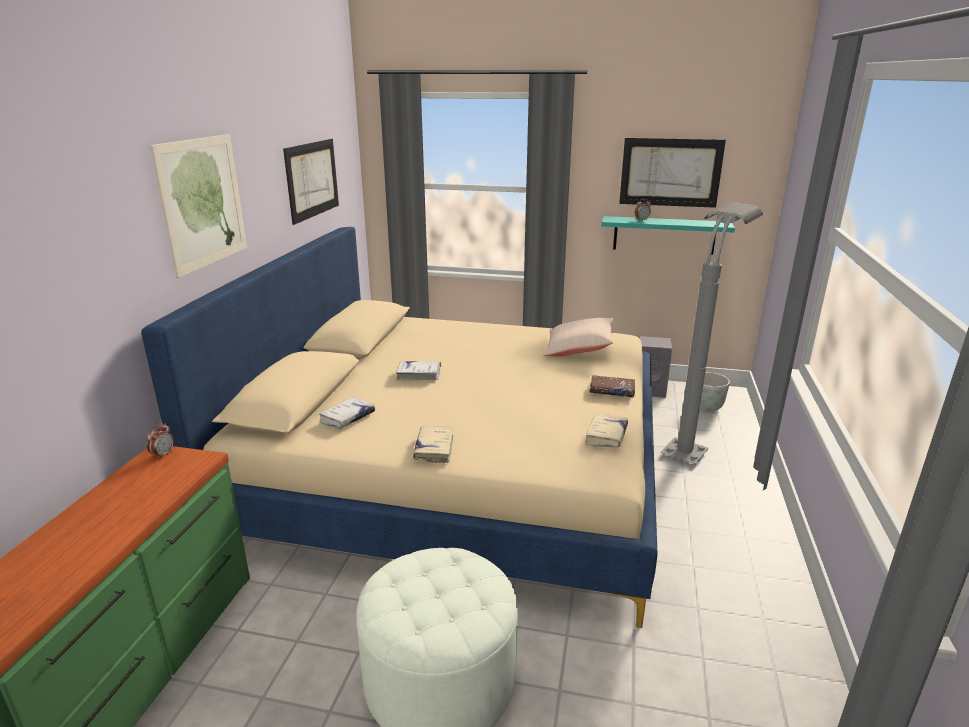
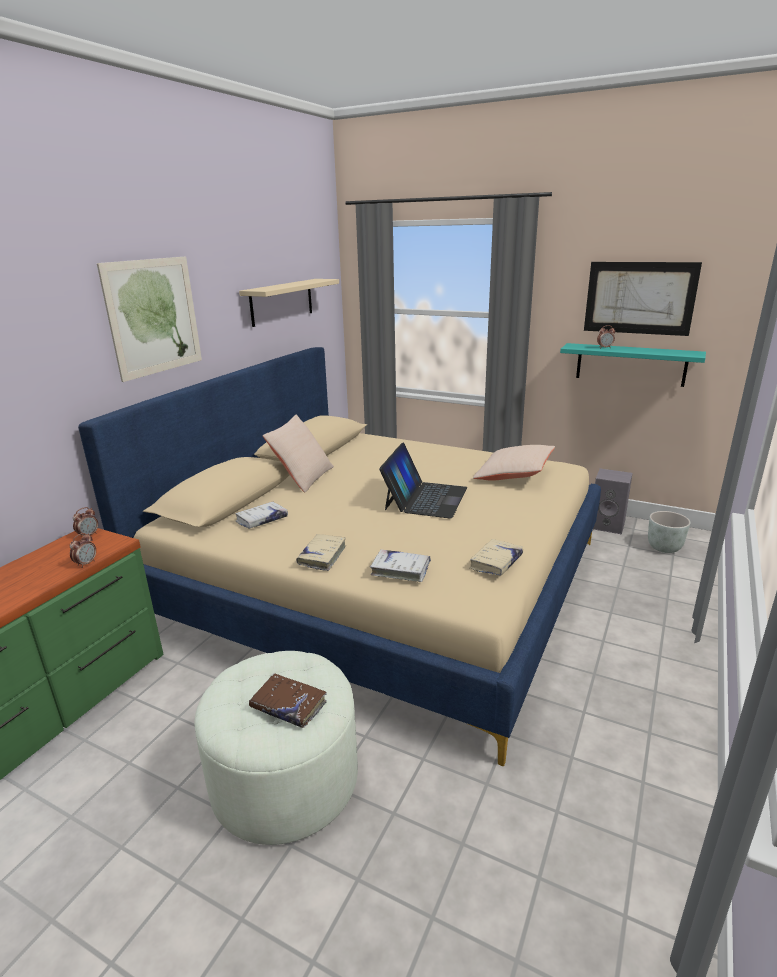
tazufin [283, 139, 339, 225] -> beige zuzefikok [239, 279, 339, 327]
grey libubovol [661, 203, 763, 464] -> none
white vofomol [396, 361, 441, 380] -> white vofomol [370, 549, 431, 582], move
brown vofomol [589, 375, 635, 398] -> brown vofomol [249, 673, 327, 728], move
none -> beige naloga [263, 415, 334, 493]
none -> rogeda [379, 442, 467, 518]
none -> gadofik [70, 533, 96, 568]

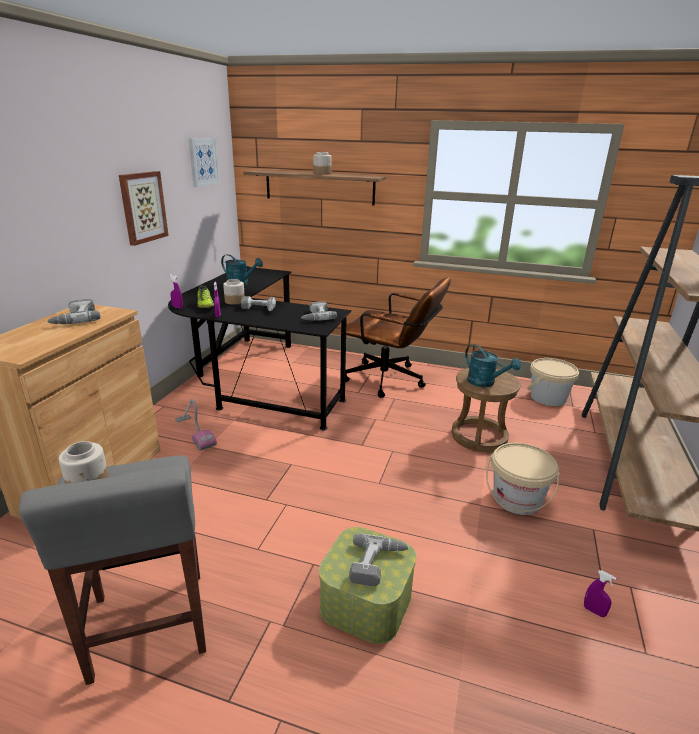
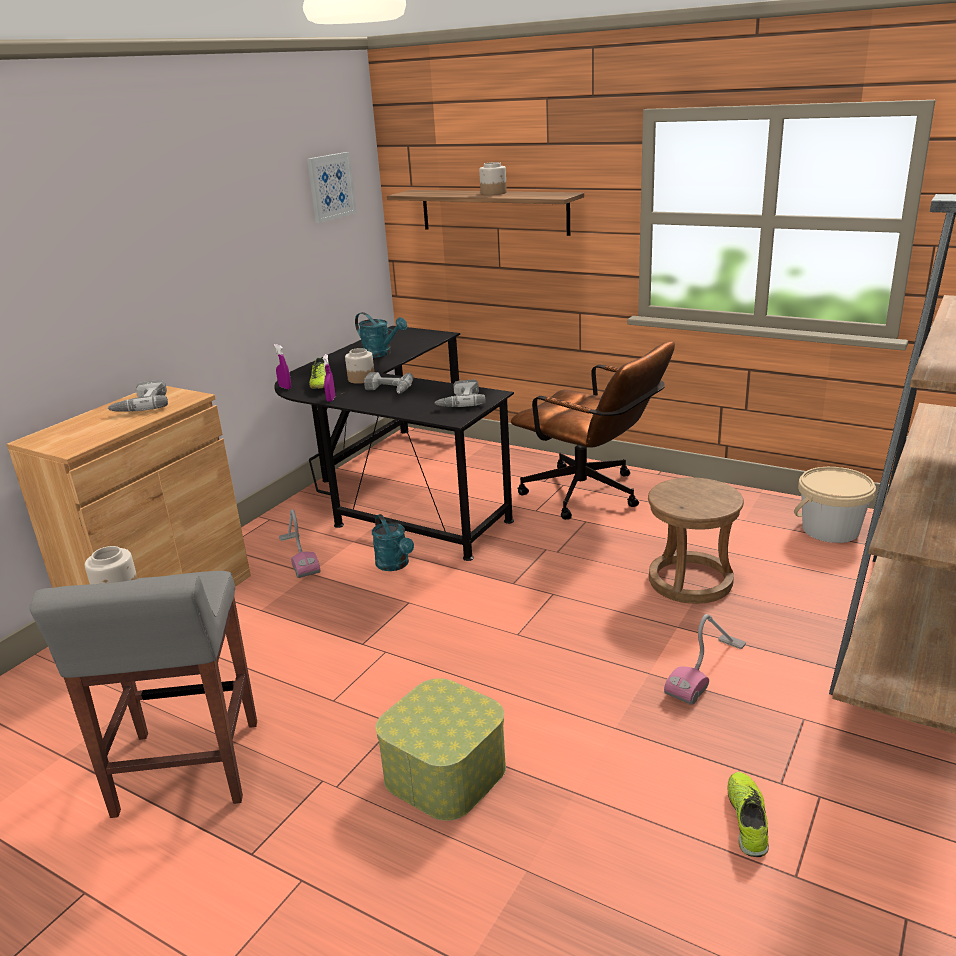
tazufin [119, 171, 169, 246] -> none
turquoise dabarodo [465, 344, 521, 387] -> turquoise dabarodo [372, 514, 414, 571], move
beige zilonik [486, 443, 559, 515] -> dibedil [664, 614, 746, 705]
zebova [349, 534, 409, 586] -> none
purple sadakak [584, 570, 617, 617] -> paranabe [728, 772, 769, 857]

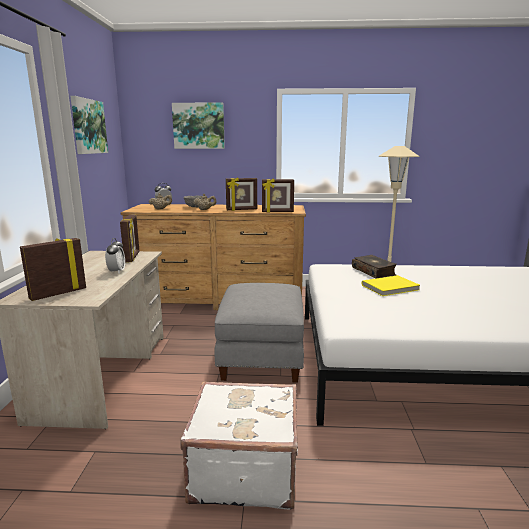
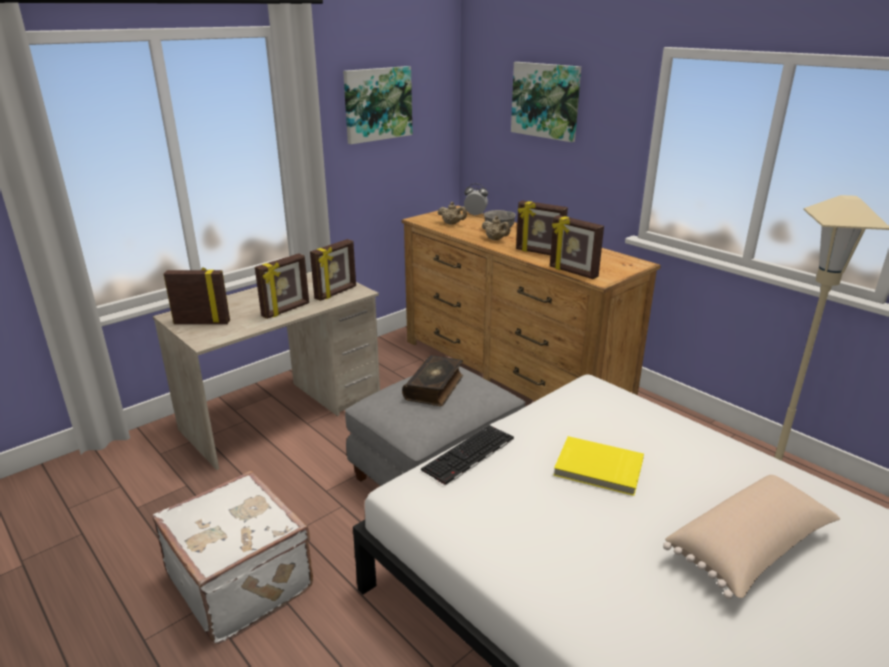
gadofik [105, 238, 125, 273] -> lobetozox [255, 253, 309, 319]
vofomol [352, 255, 397, 279] -> vofomol [402, 355, 463, 406], move
none -> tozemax [421, 425, 514, 486]
none -> beige naloga [663, 475, 840, 599]

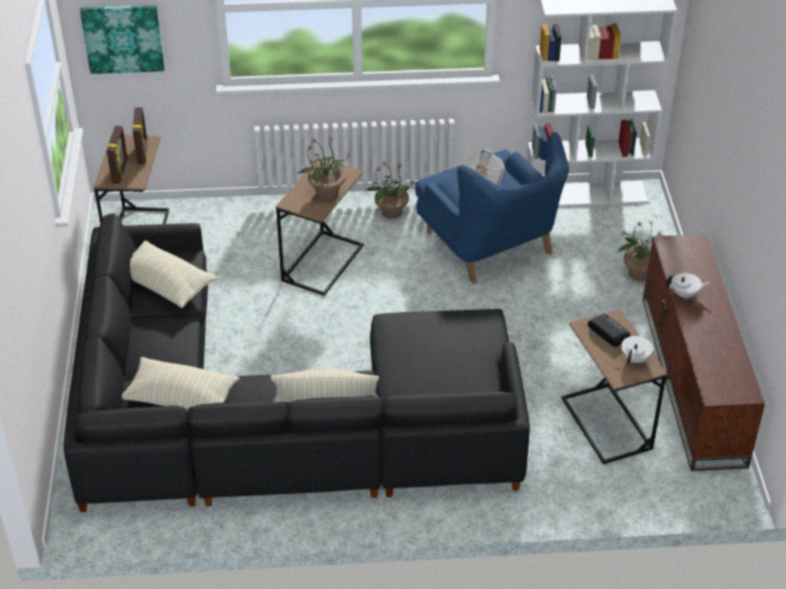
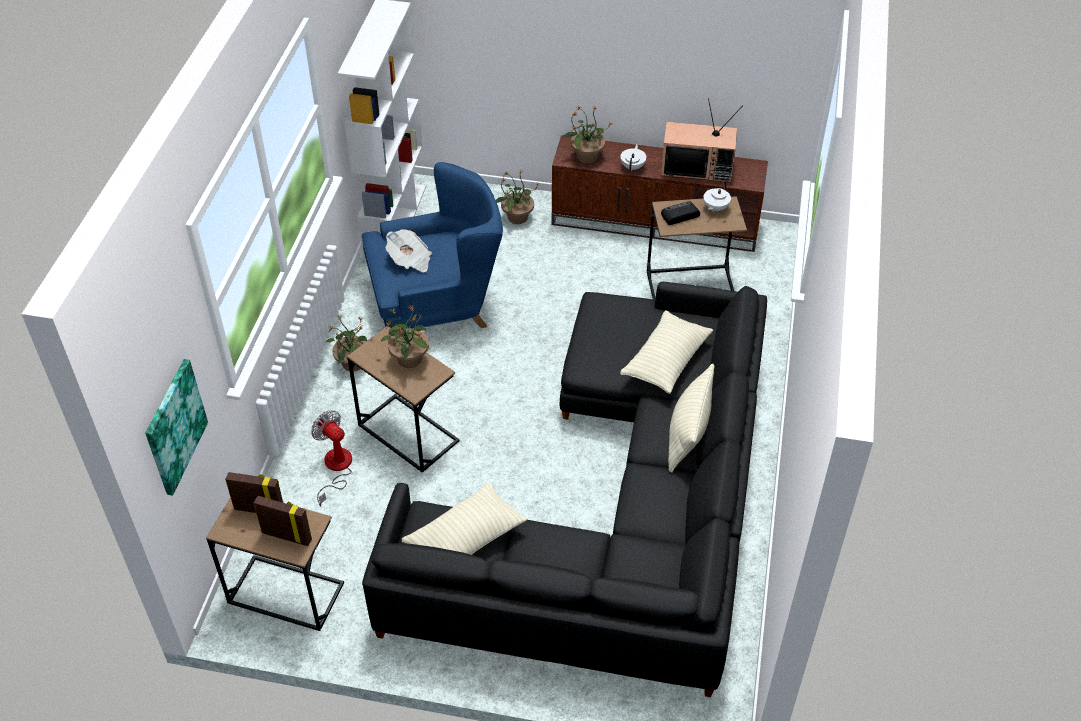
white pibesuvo [621, 332, 653, 364] -> white pibesuvo [704, 181, 731, 212], 105 degrees counterclockwise
beige naloga [122, 357, 240, 411] -> beige naloga [620, 311, 713, 394], move
none -> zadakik [661, 98, 743, 182]
none -> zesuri [562, 106, 612, 163]
none -> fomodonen [311, 410, 352, 507]

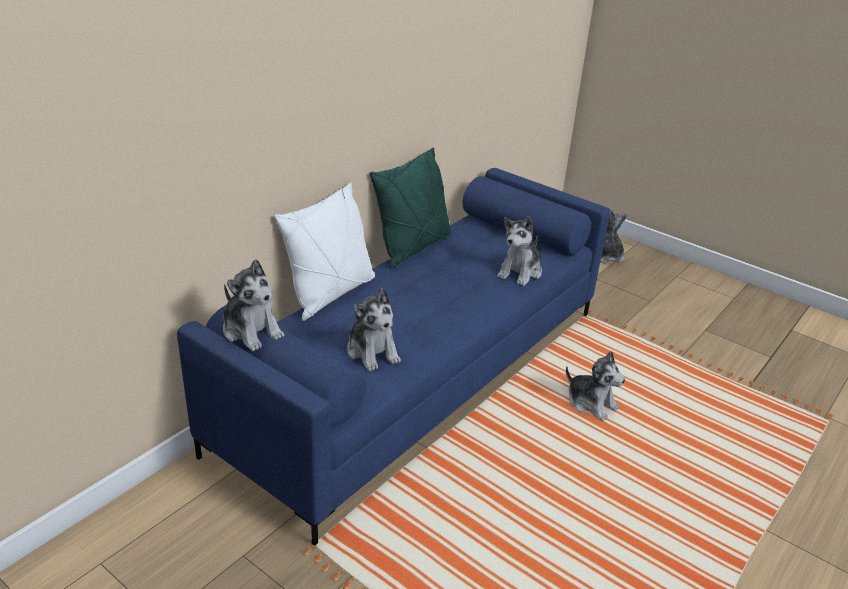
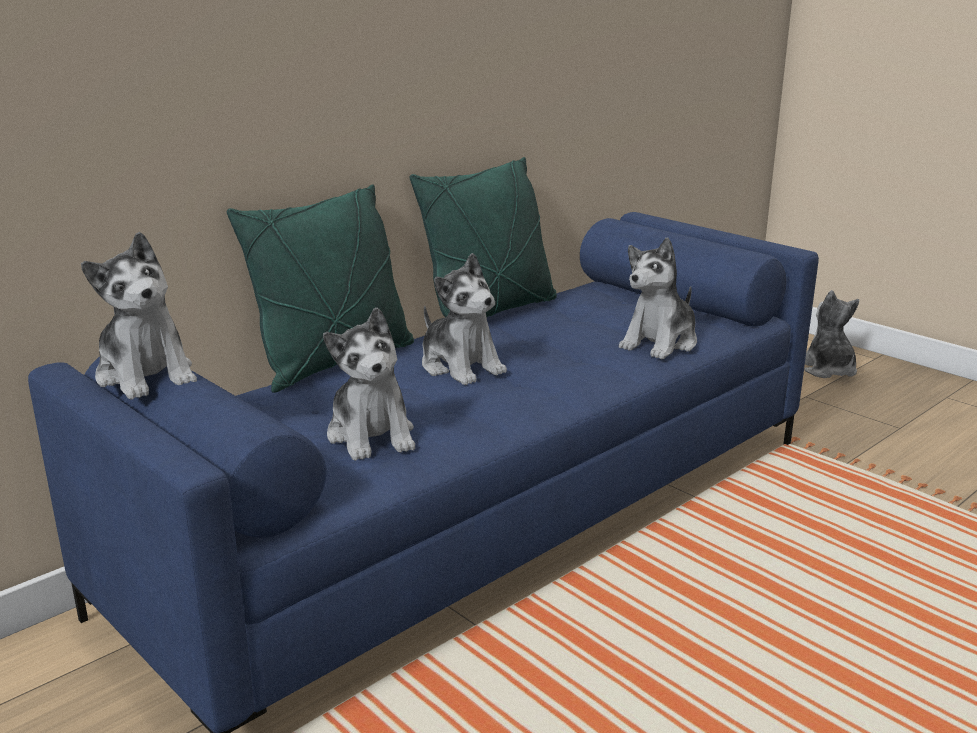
white naloga [274, 183, 375, 321] -> green naloga [227, 184, 414, 393]
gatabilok [566, 351, 626, 421] -> gatabilok [422, 253, 507, 385], move

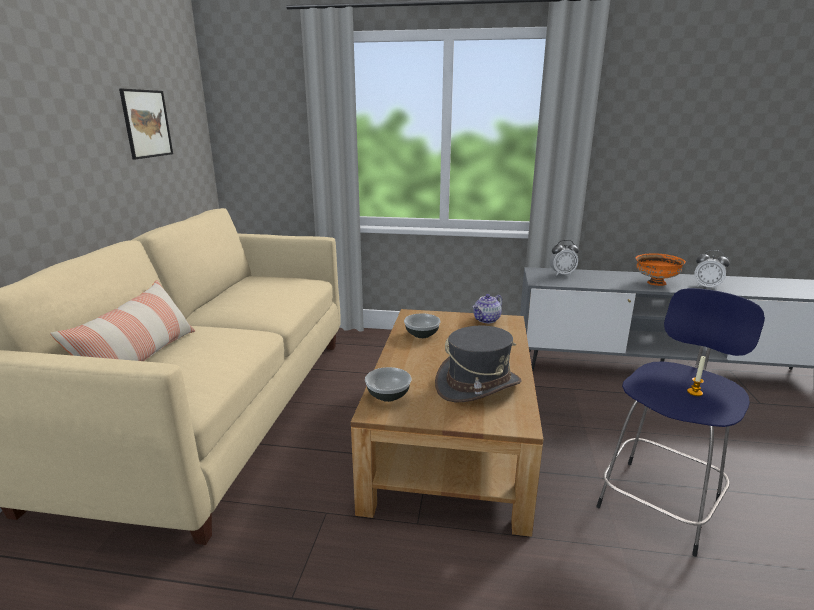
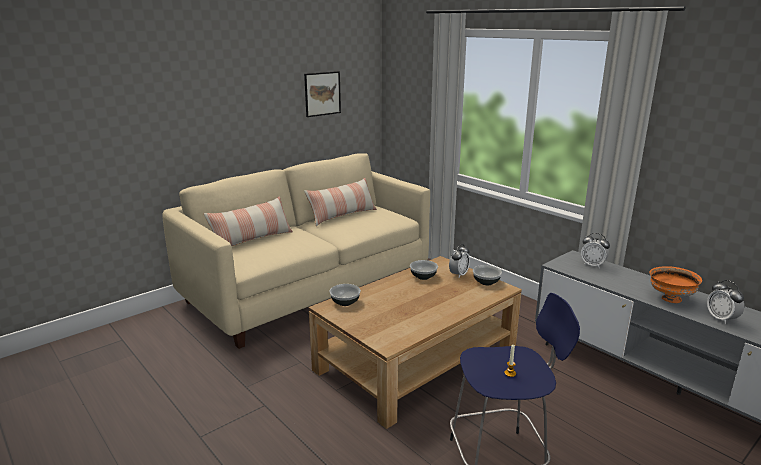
pibesuvo [472, 294, 502, 323] -> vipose [473, 265, 502, 285]
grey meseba [435, 326, 522, 402] -> none
none -> naloga [304, 178, 377, 226]
none -> gadofik [449, 244, 470, 278]

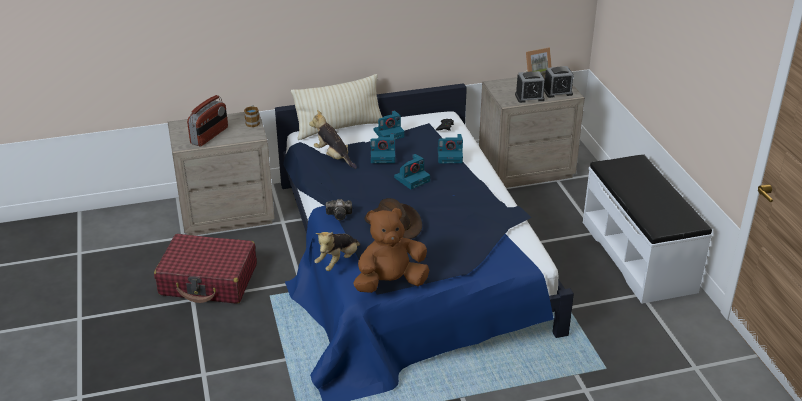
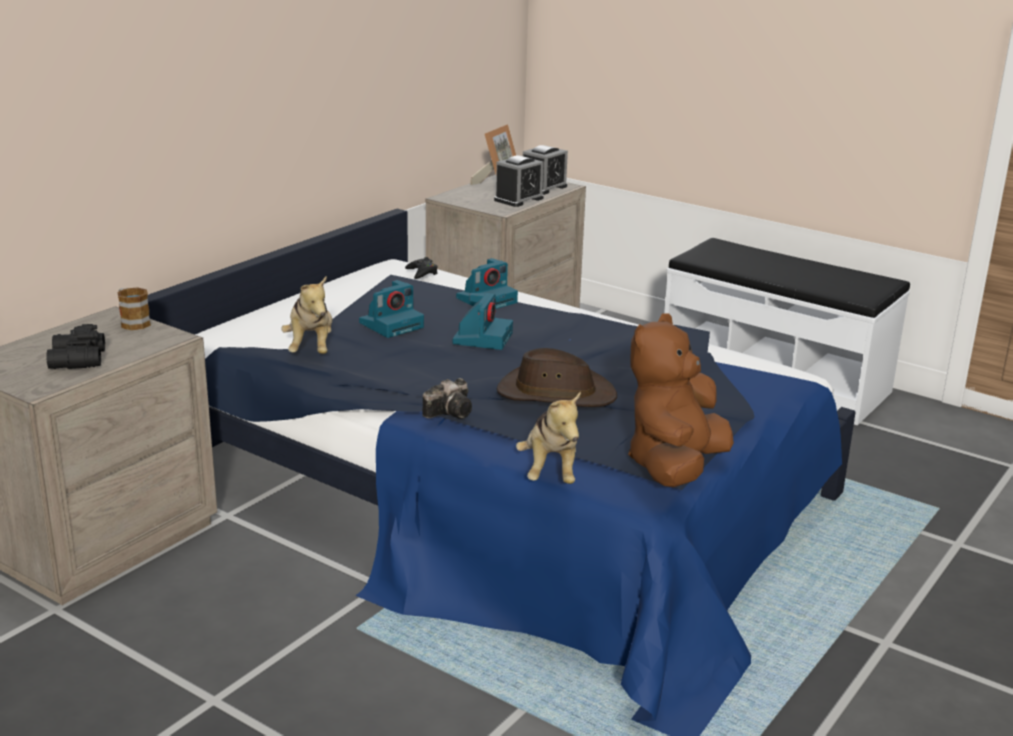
beige naloga [291, 74, 383, 140] -> none
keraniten [187, 95, 228, 146] -> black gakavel [46, 324, 105, 369]
gatabilok [309, 110, 357, 169] -> gatabilok [281, 276, 332, 354], 105 degrees counterclockwise
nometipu [374, 110, 404, 139] -> none
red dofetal [154, 234, 257, 304] -> none

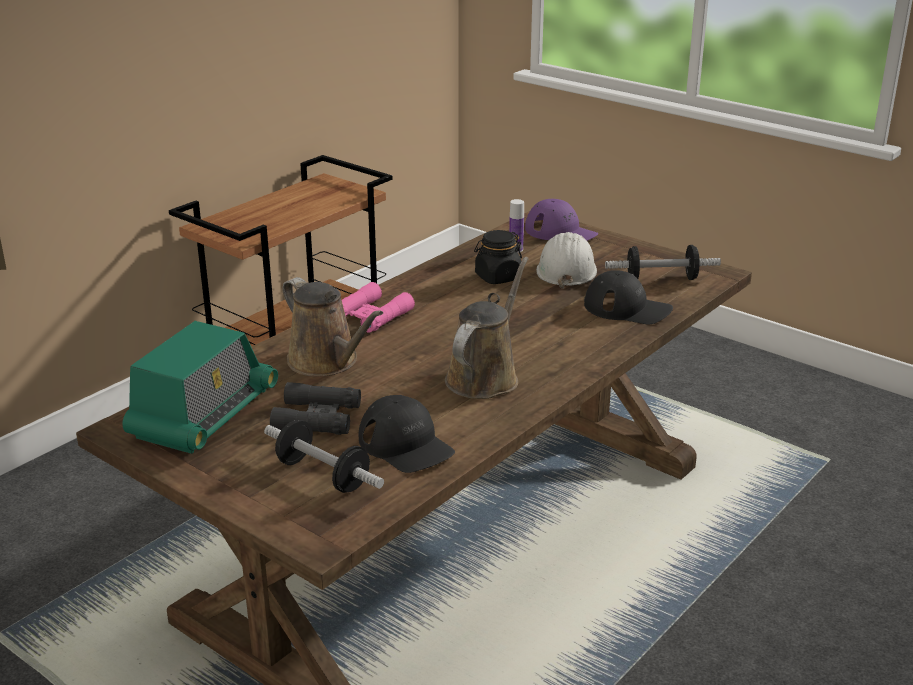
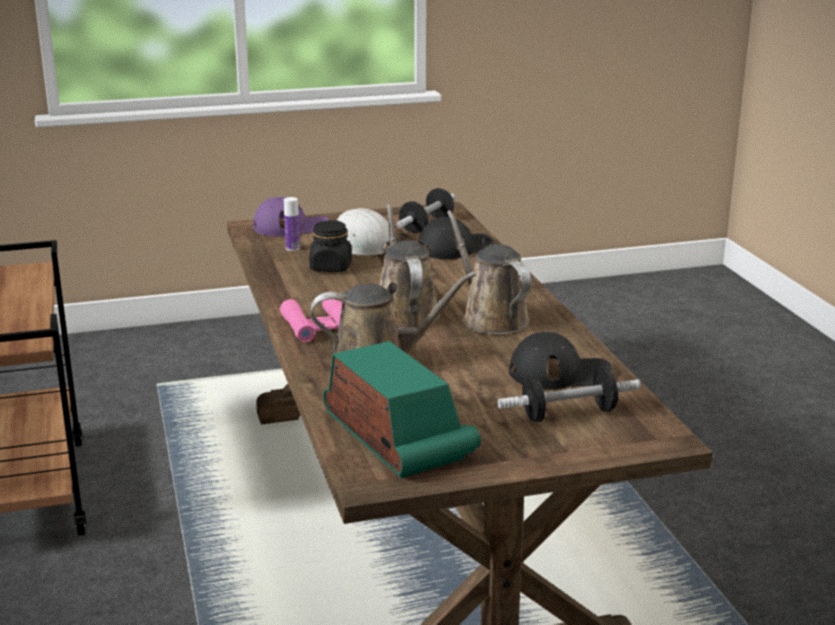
black gakavel [270, 382, 361, 435] -> none
none -> brown dabarodo [380, 204, 440, 329]

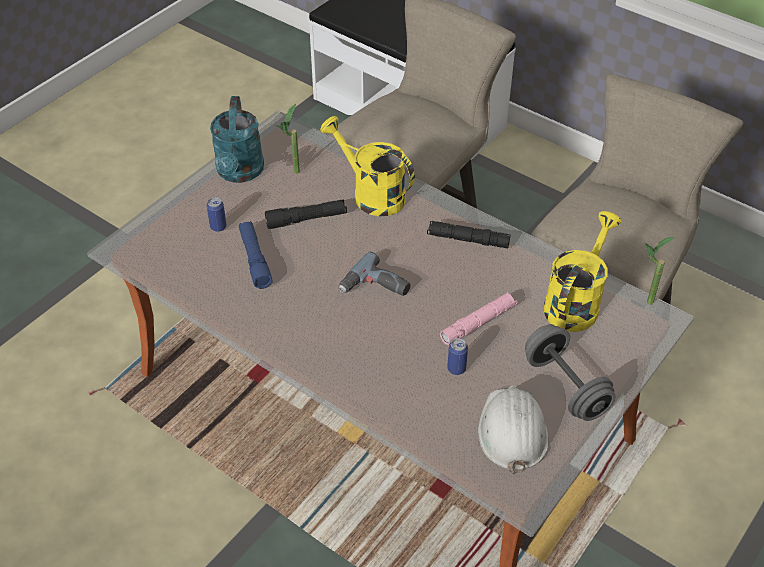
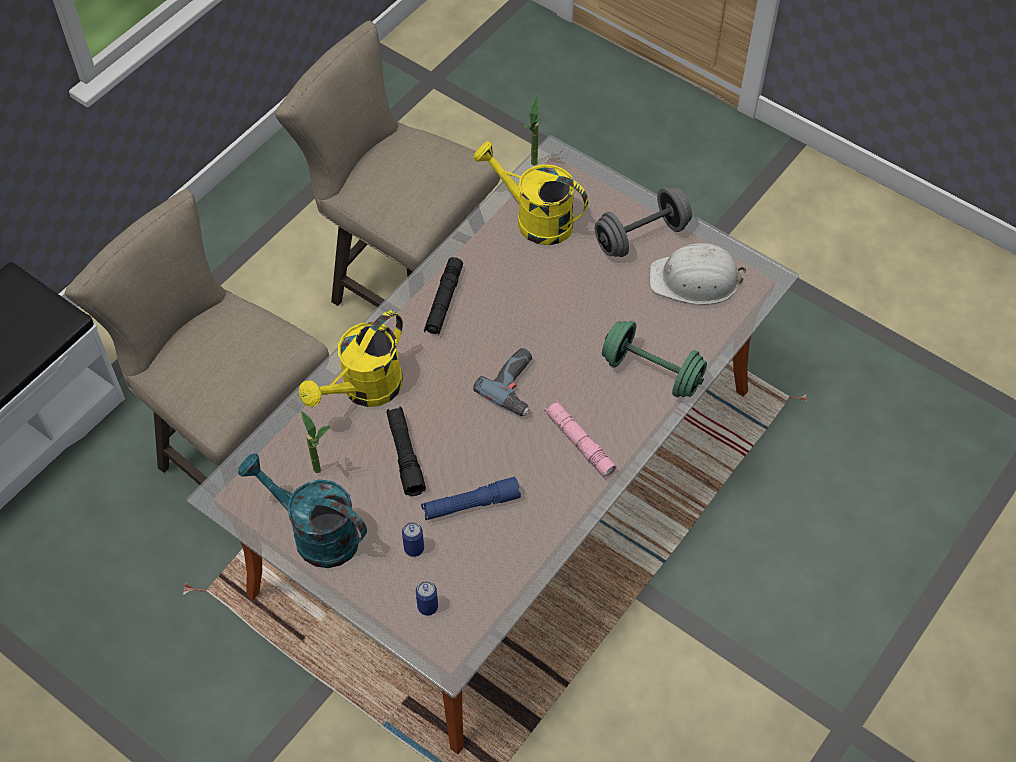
turquoise dabarodo [210, 96, 264, 183] -> turquoise dabarodo [238, 453, 367, 568], 150 degrees counterclockwise
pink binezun [440, 292, 517, 345] -> pink binezun [544, 401, 617, 478], move
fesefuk [447, 338, 468, 375] -> fesefuk [416, 581, 438, 615], move
none -> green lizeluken [602, 321, 707, 397]

